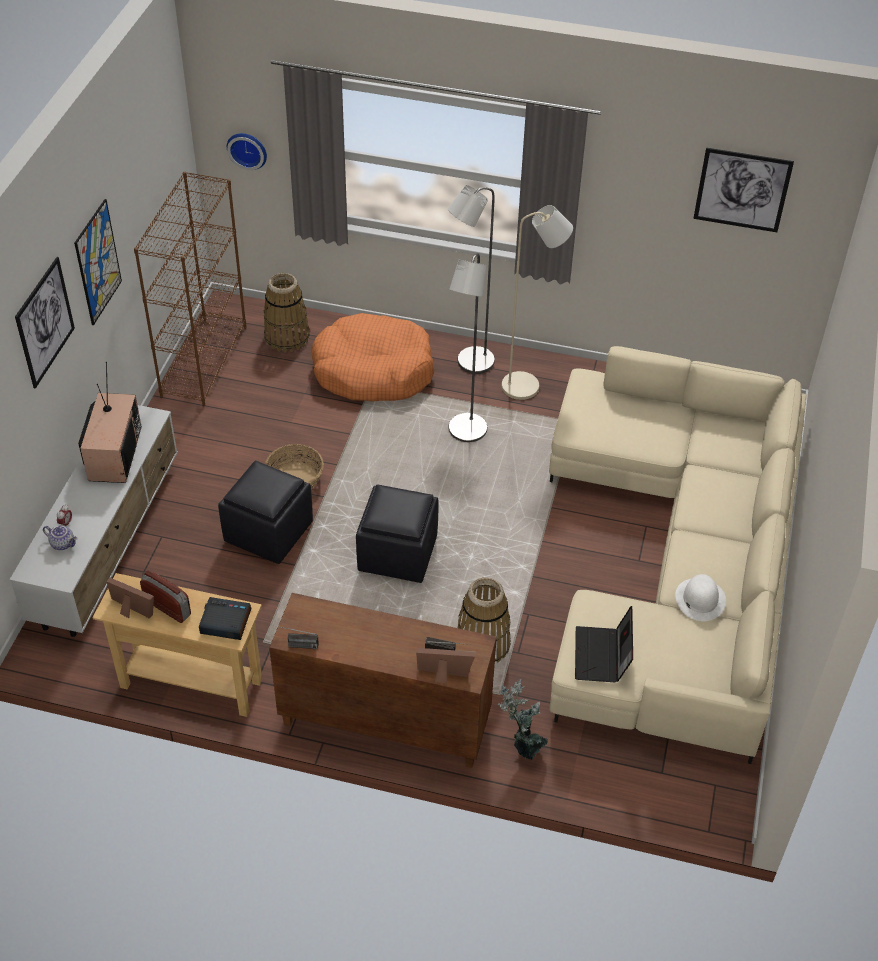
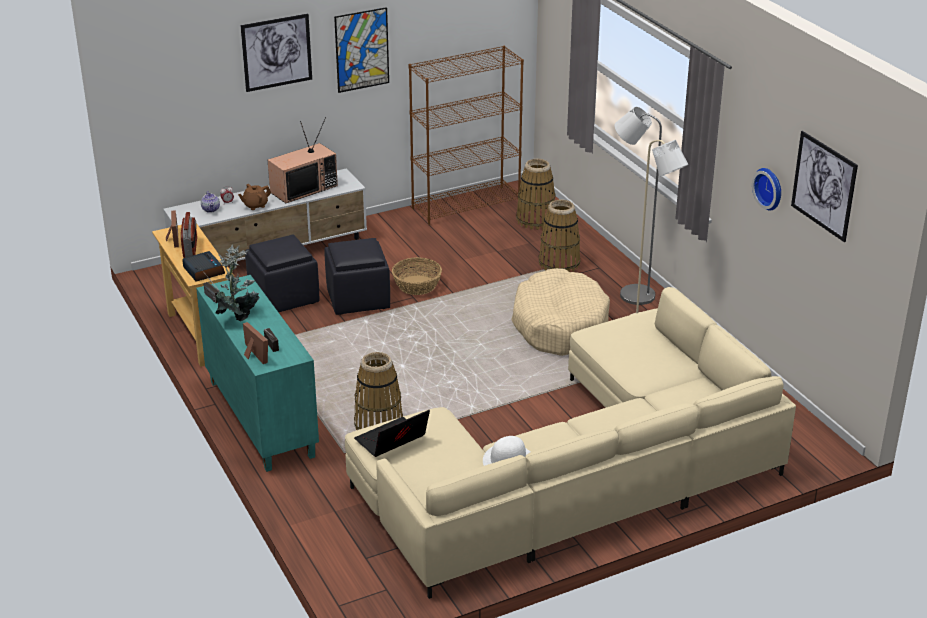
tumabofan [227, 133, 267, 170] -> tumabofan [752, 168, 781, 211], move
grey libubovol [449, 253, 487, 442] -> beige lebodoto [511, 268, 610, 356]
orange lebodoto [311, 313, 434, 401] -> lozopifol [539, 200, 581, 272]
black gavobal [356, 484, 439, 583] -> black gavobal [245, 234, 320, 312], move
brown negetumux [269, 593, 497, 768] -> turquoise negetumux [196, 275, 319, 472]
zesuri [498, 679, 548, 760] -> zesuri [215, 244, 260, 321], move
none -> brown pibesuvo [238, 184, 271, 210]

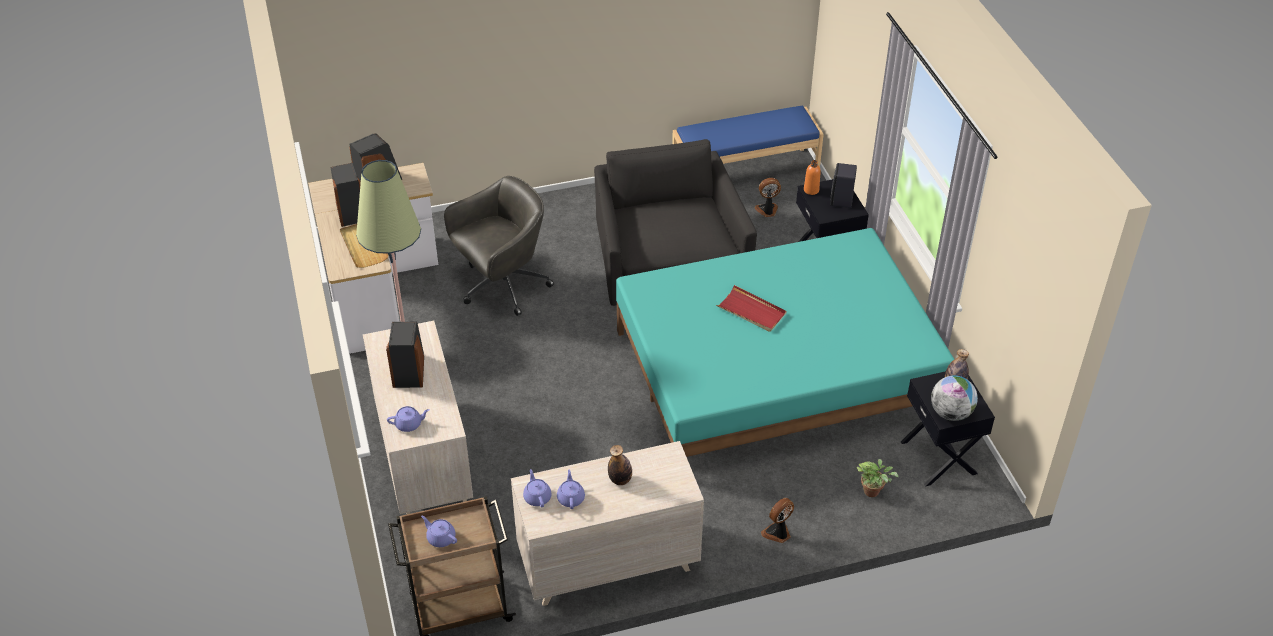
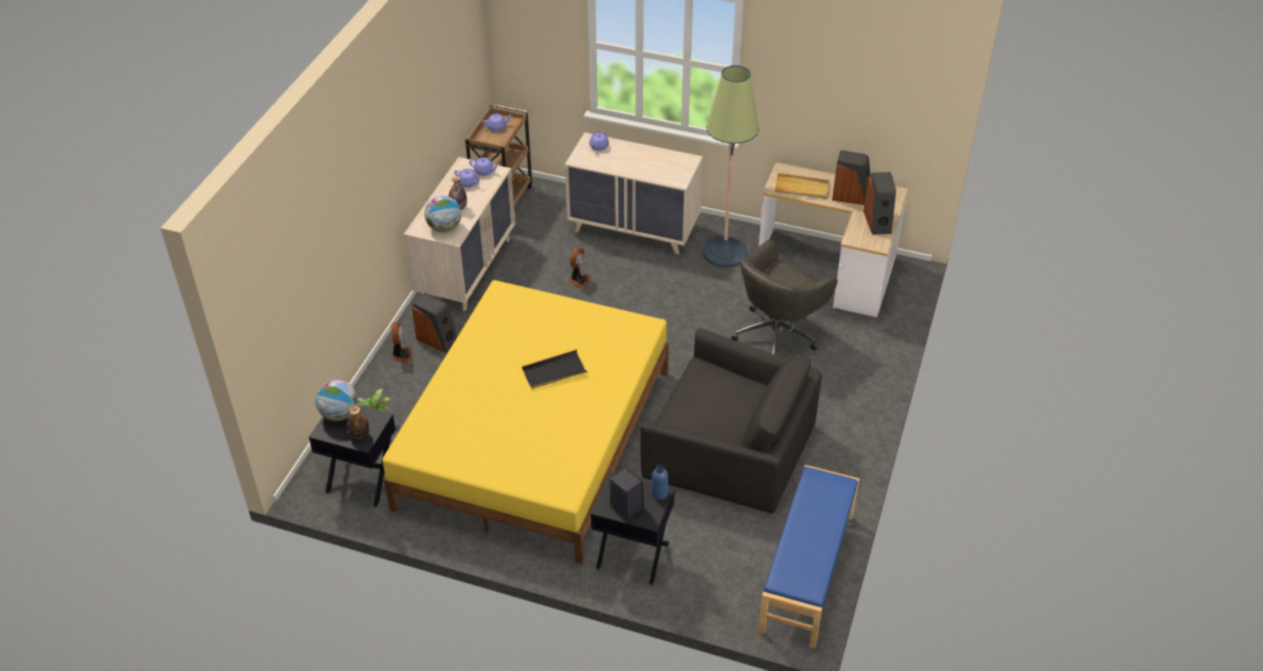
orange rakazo [804, 160, 821, 195] -> blue rakazo [651, 464, 668, 500]
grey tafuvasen [444, 176, 554, 316] -> grey tafuvasen [731, 240, 838, 354], 45 degrees clockwise
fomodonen [755, 178, 781, 217] -> fomodonen [569, 247, 591, 289], move
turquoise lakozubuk [616, 228, 954, 457] -> yellow lakozubuk [382, 280, 669, 564]
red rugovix [716, 285, 787, 332] -> black rugovix [522, 349, 588, 389]
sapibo [386, 322, 424, 388] -> sapibo [412, 293, 457, 353], move
none -> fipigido [424, 196, 461, 232]

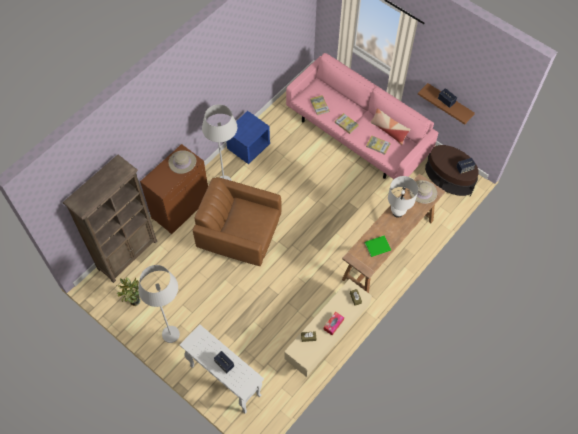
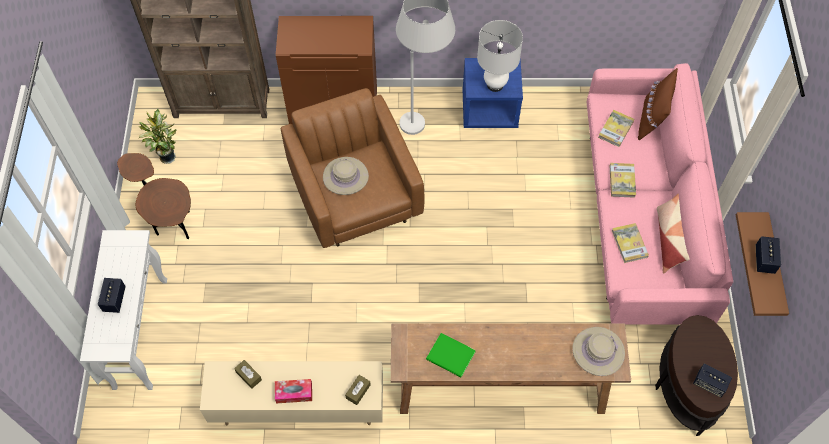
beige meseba [168, 150, 196, 174] -> beige meseba [323, 157, 369, 195], move
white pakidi [388, 176, 418, 218] -> white pakidi [477, 20, 523, 92], move
white libubovol [138, 265, 180, 343] -> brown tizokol [117, 153, 191, 239]
none -> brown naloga [638, 68, 678, 140]

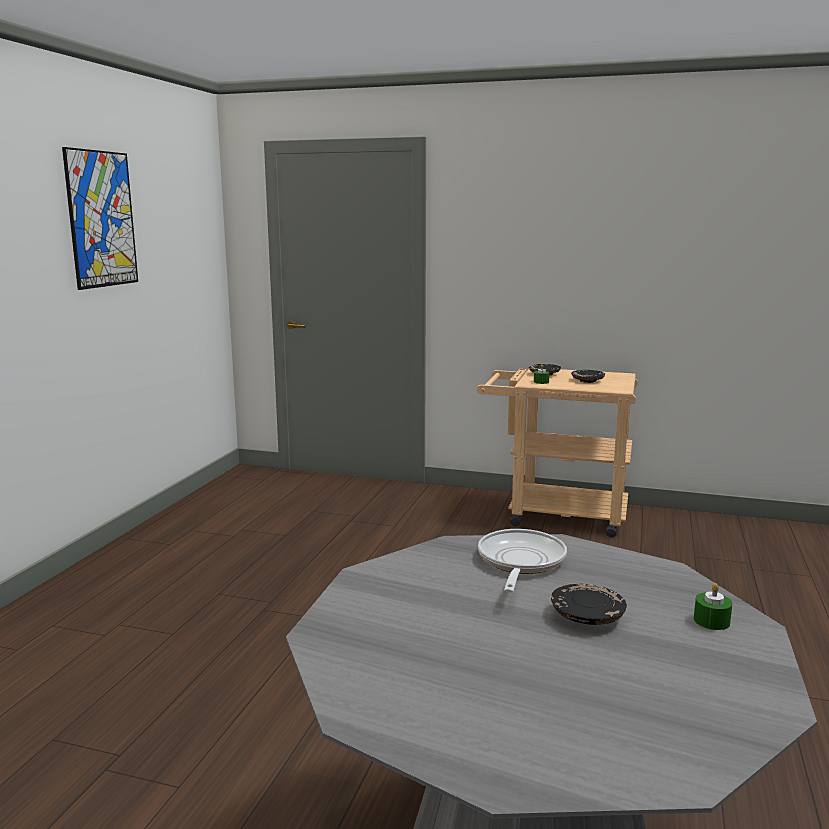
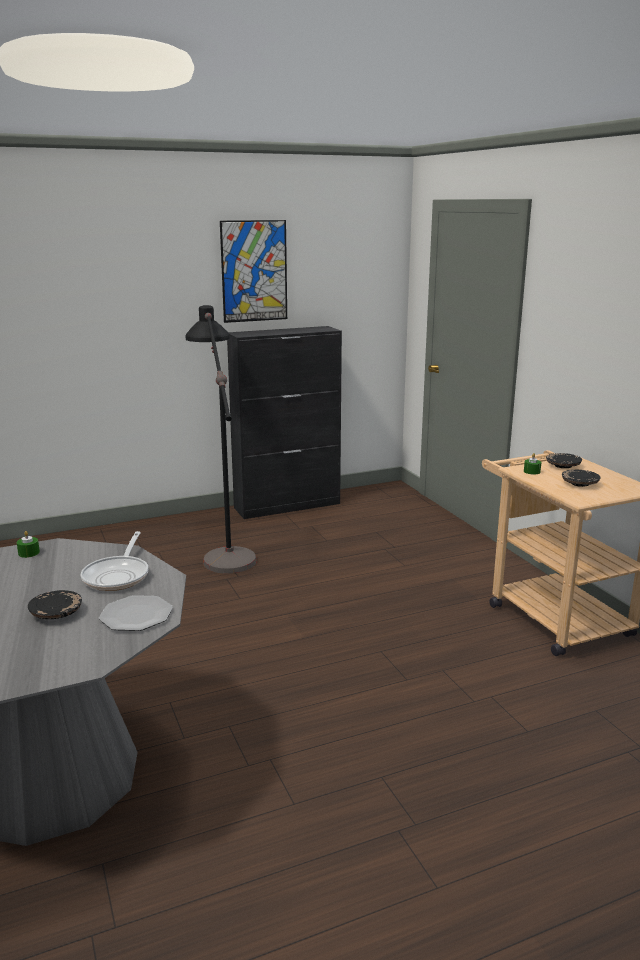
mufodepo [478, 529, 567, 593] -> mufodepo [81, 531, 148, 591], 120 degrees clockwise
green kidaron [694, 583, 733, 630] -> green kidaron [17, 531, 40, 558], move
none -> black libubovol [186, 305, 257, 574]
none -> black negetumux [227, 326, 342, 519]
none -> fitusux [99, 595, 173, 631]

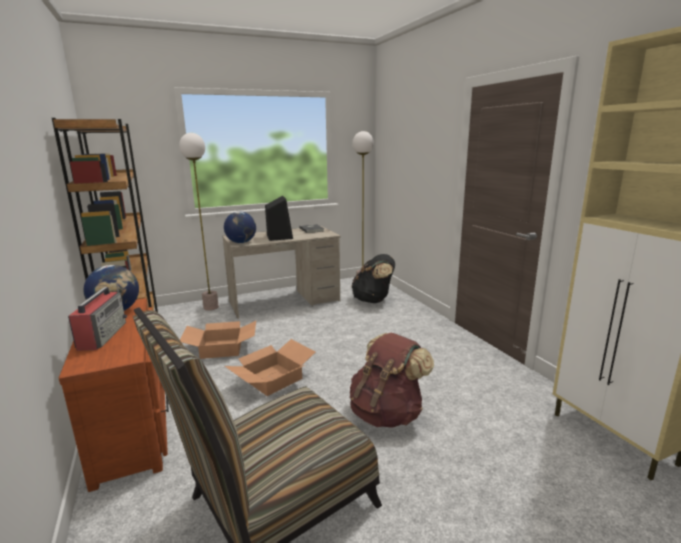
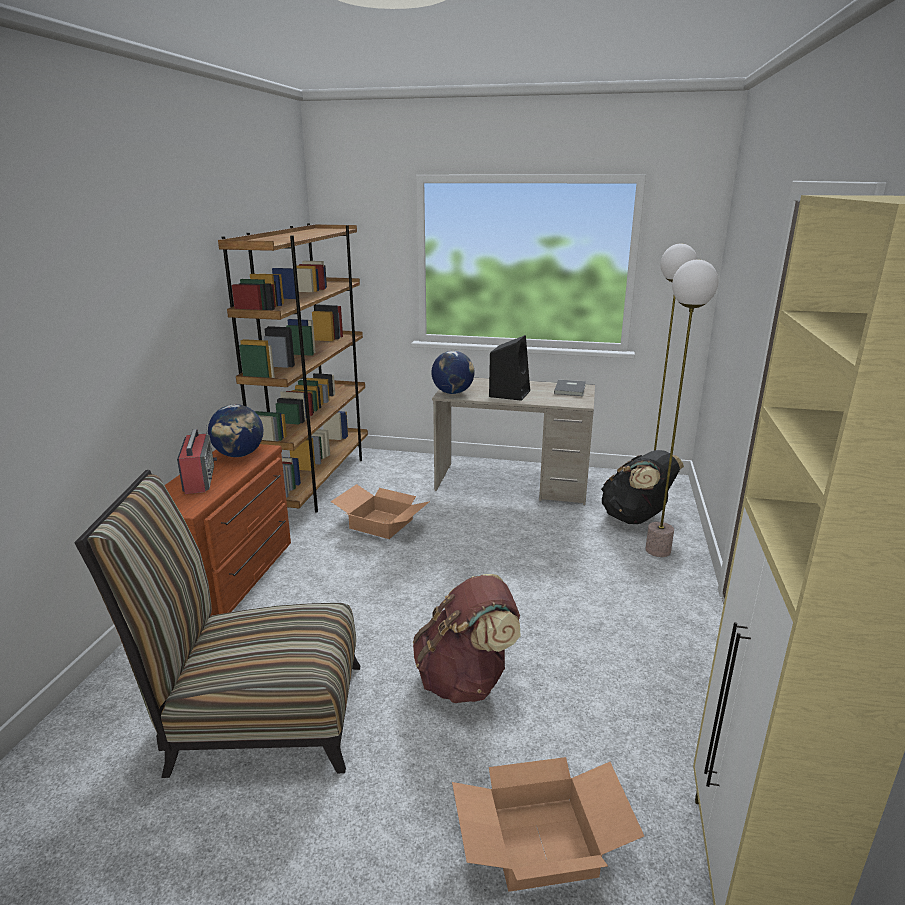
libubovol [179, 133, 219, 311] -> libubovol [645, 260, 718, 557], move
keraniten [68, 283, 127, 351] -> keraniten [177, 425, 217, 494], 45 degrees counterclockwise
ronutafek [225, 339, 315, 396] -> ronutafek [452, 757, 644, 892], move

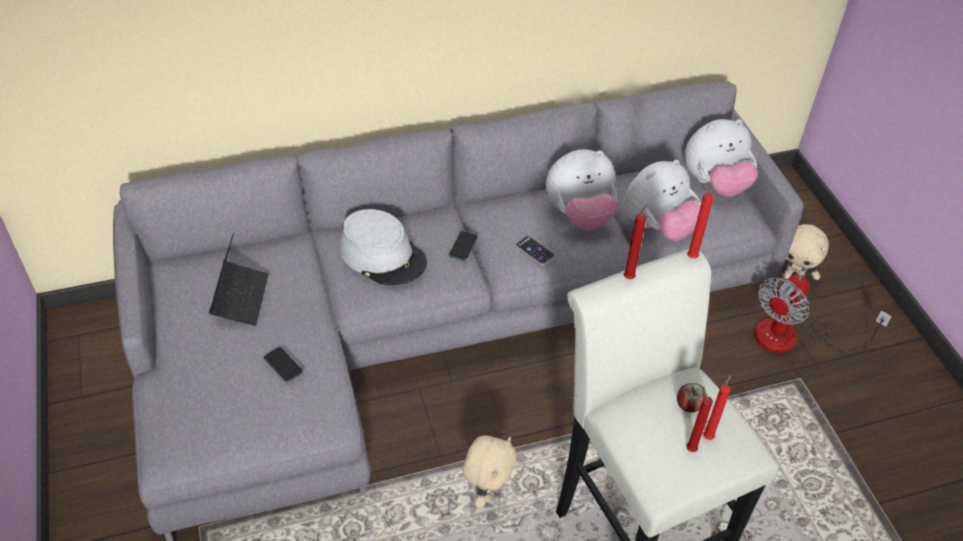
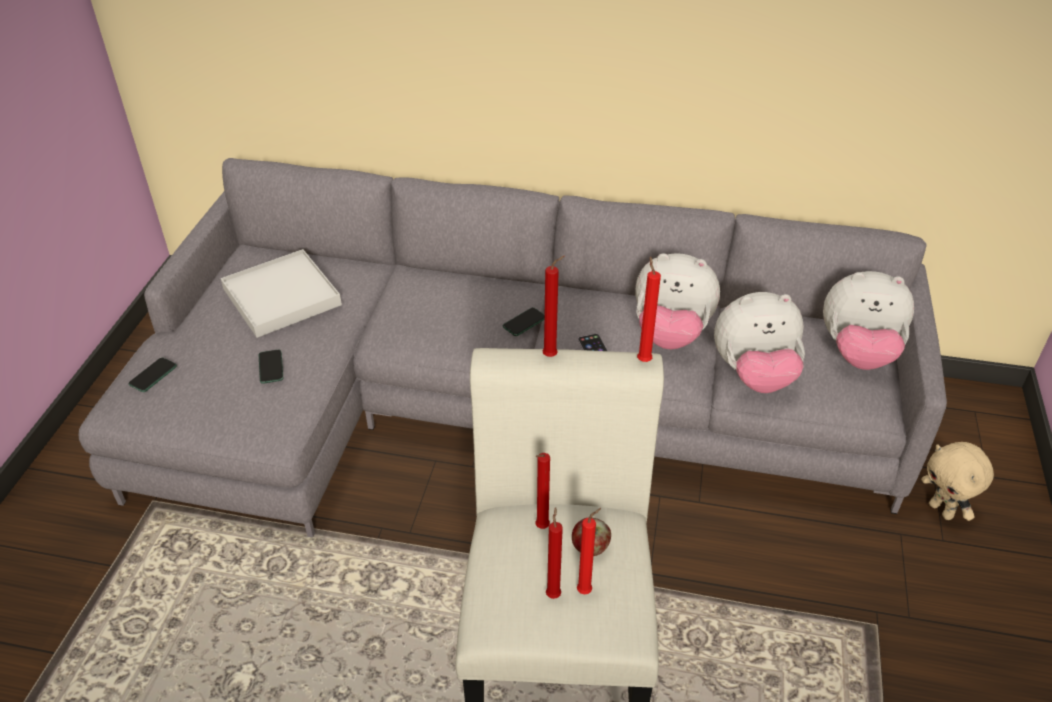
grey meseba [340, 209, 427, 285] -> none
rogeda [209, 233, 268, 326] -> white rugovix [221, 249, 342, 338]
fomodonen [754, 275, 892, 353] -> none
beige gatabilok [462, 436, 516, 508] -> none
none -> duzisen [128, 358, 177, 392]
none -> red kidaron [535, 453, 550, 529]

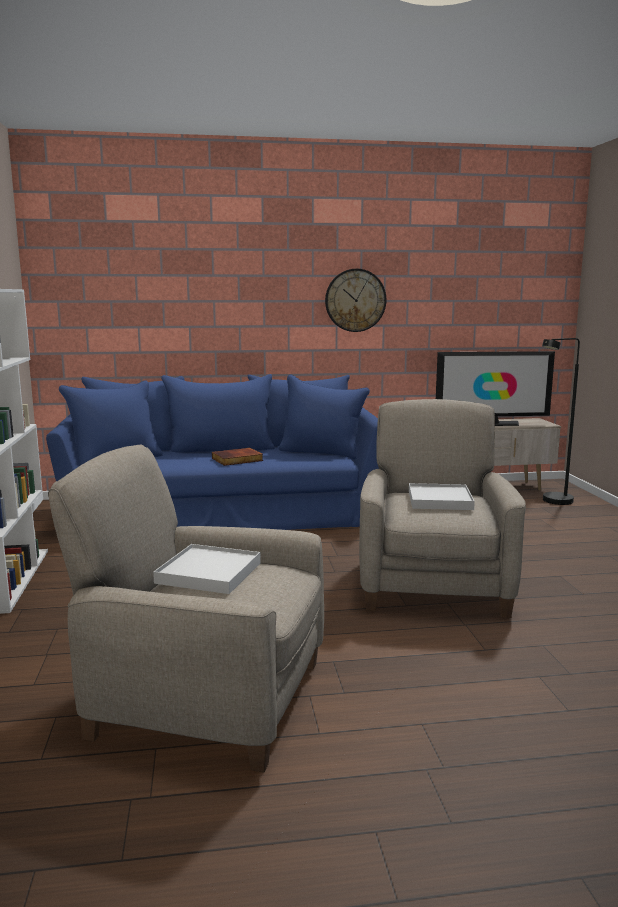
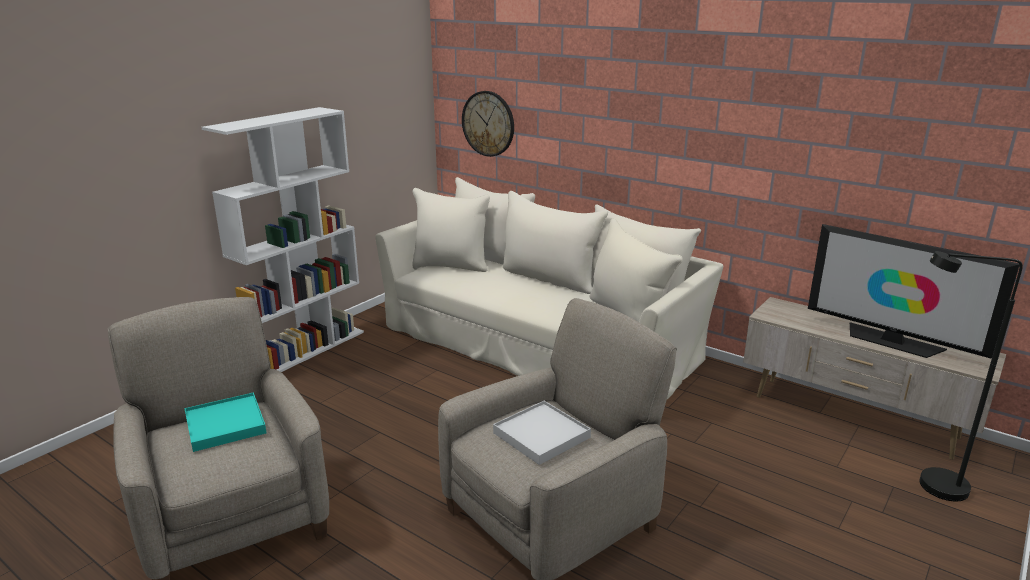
tumabofan [325, 269, 386, 332] -> tumabofan [462, 91, 514, 157], move
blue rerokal [46, 374, 379, 530] -> beige rerokal [375, 177, 724, 399]
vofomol [212, 448, 263, 466] -> none
white rugovix [153, 544, 261, 594] -> turquoise rugovix [184, 392, 267, 452]

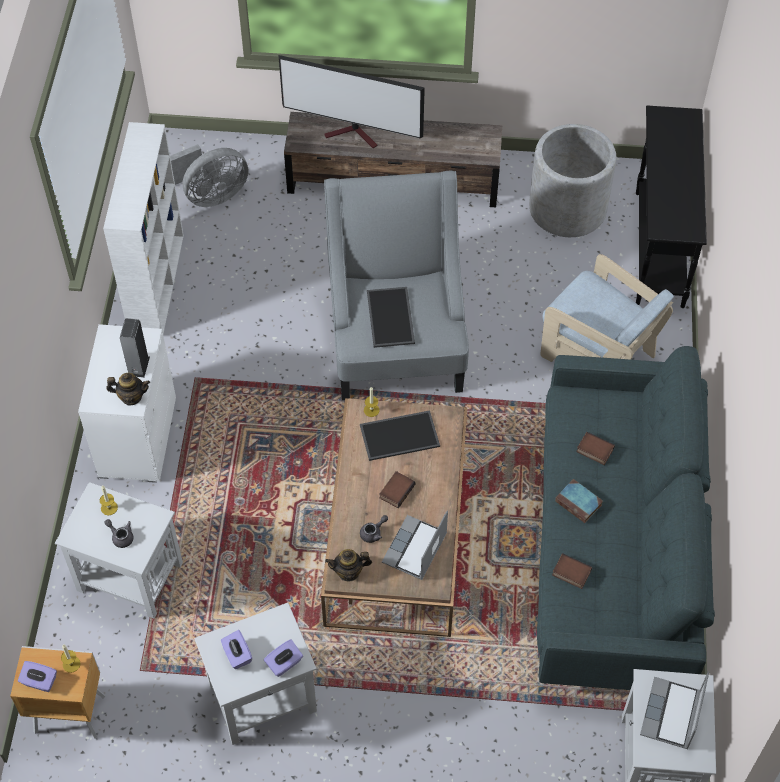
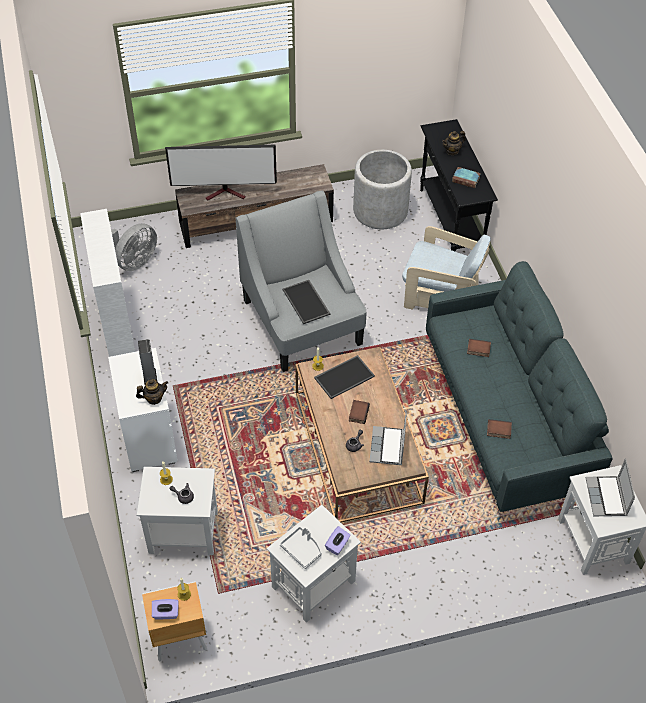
vofomol [555, 479, 603, 523] -> vofomol [452, 167, 481, 188], move
pibesuvo [325, 549, 372, 582] -> pibesuvo [442, 131, 465, 155], move
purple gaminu [221, 630, 252, 669] -> grey rugovix [280, 527, 322, 569]

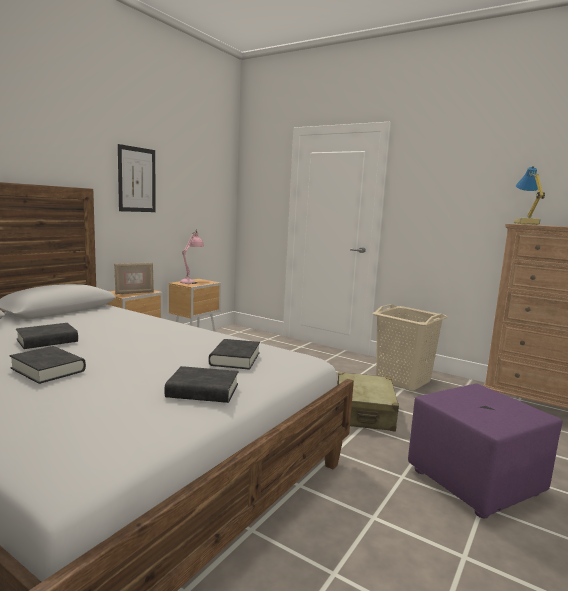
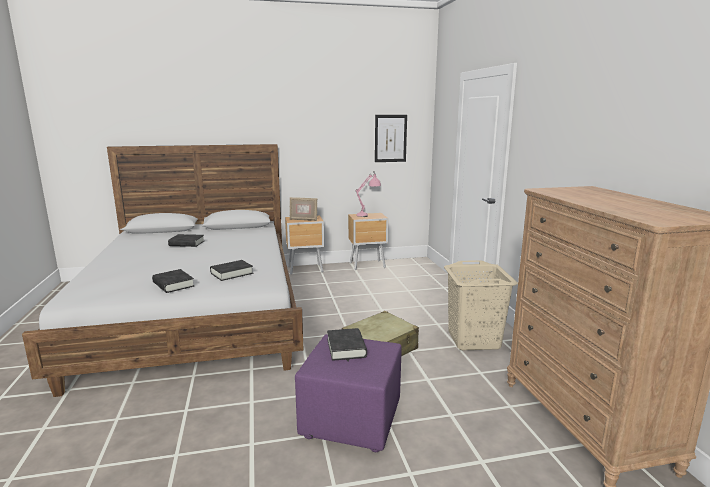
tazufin [118, 144, 156, 212] -> tazufin [375, 115, 407, 162], move
pakidi [513, 166, 545, 225] -> none
black vofomol [10, 346, 86, 384] -> black vofomol [327, 328, 367, 361], move

